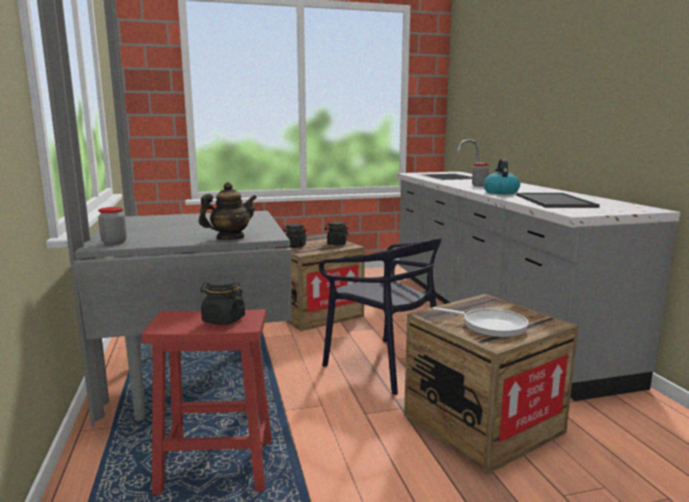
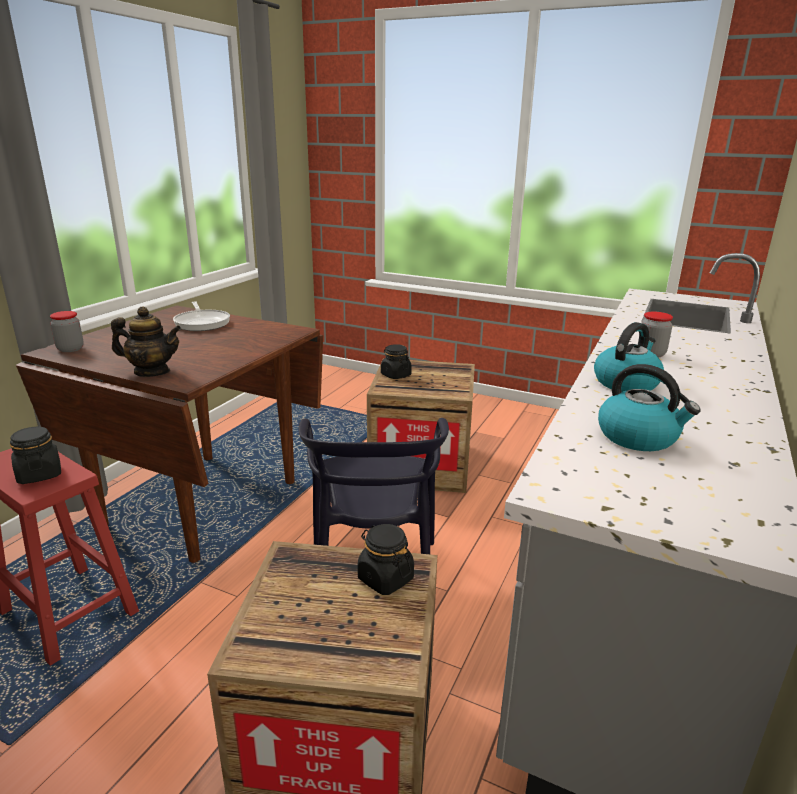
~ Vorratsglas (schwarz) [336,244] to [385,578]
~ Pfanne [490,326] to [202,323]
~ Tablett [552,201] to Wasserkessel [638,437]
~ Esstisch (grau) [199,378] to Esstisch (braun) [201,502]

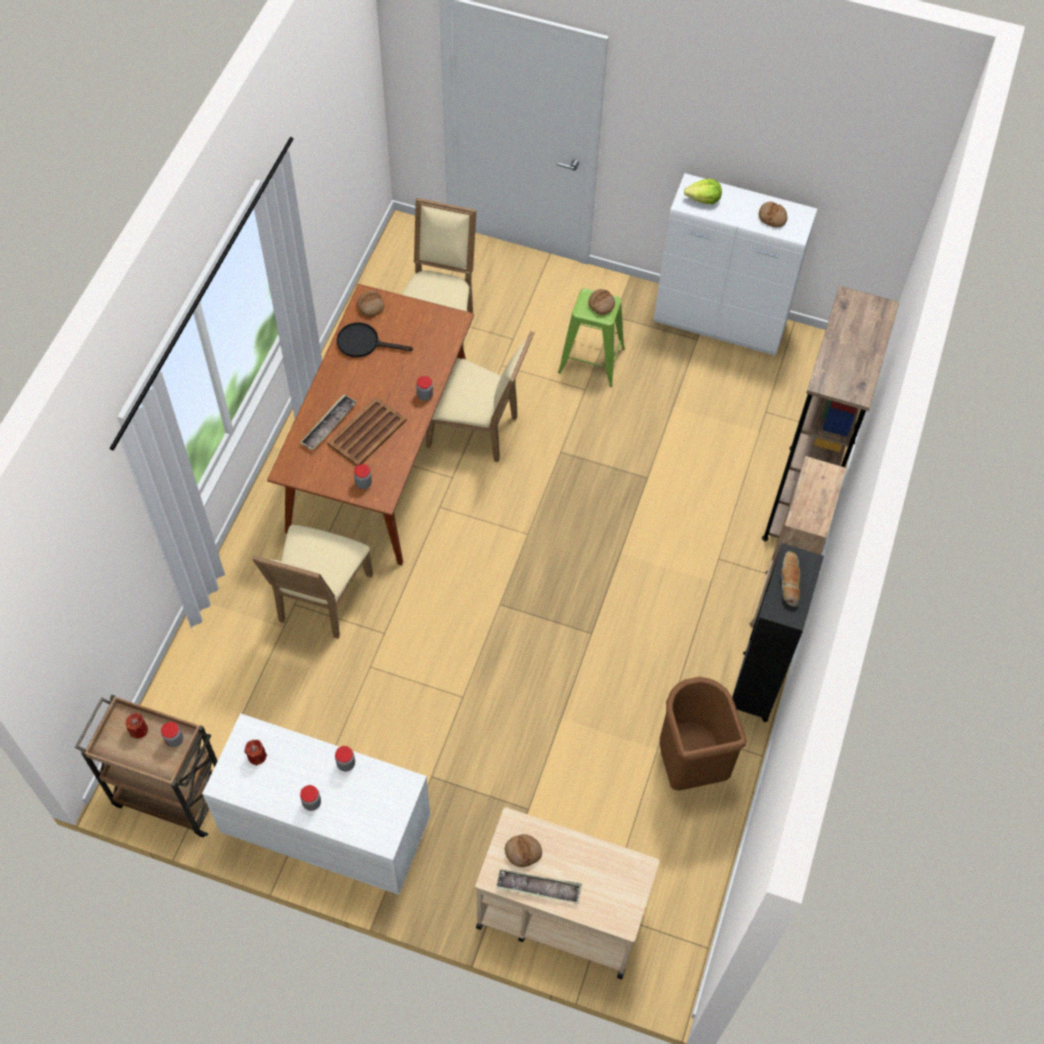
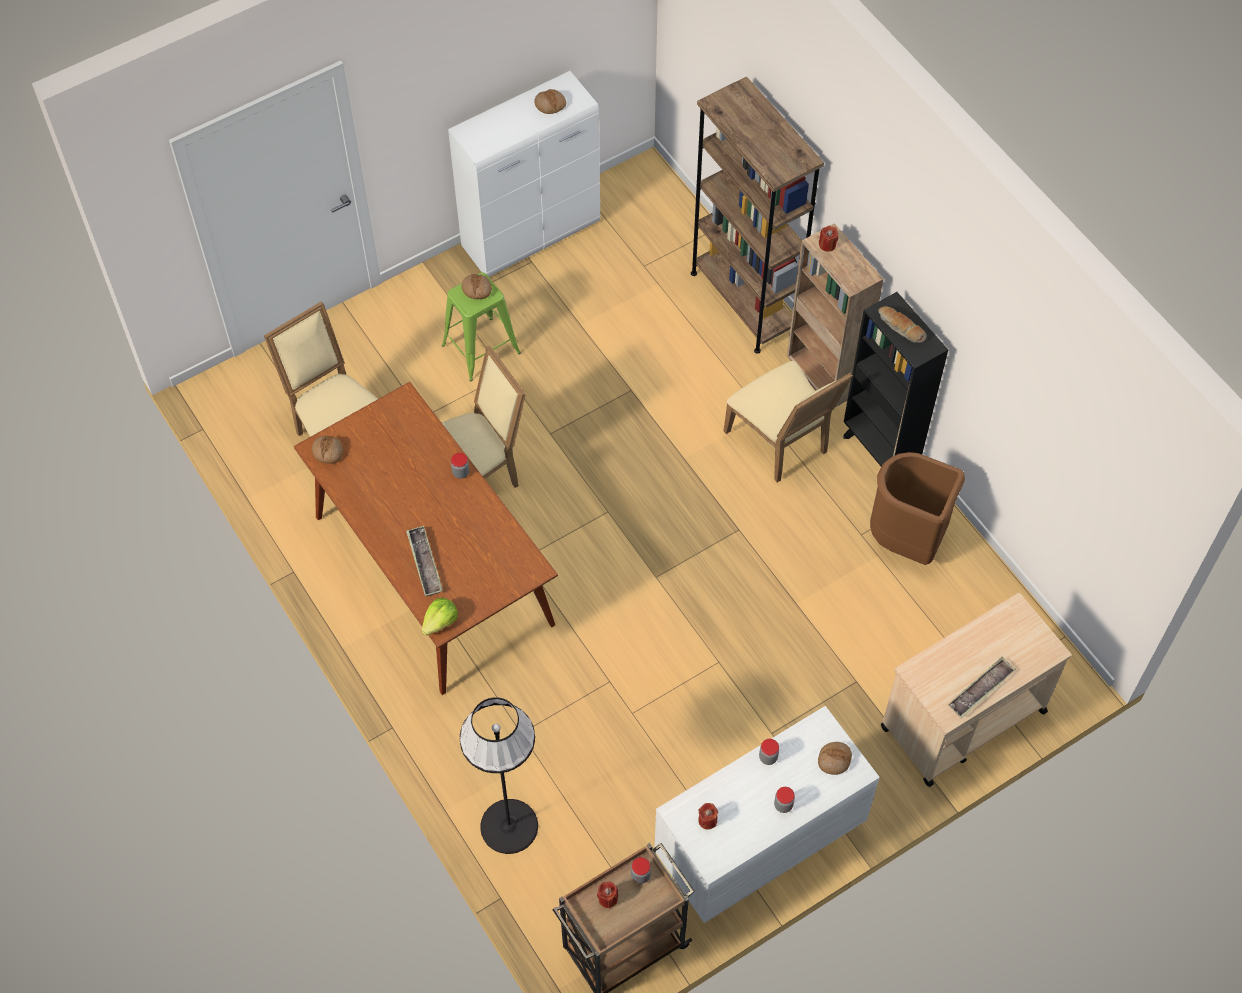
- Tablett (braun) [368,432]
- Pfanne (schwarz) [364,343]
- Vorratsglas [363,483]
+ Stehlampe (schwarz) [509,826]
+ Kerze (rot) [827,245]
~ Stuhl (beige) [320,601] to [781,444]
~ Brot [523,852] to [834,760]
~ Salatkopf [703,199] to [440,622]

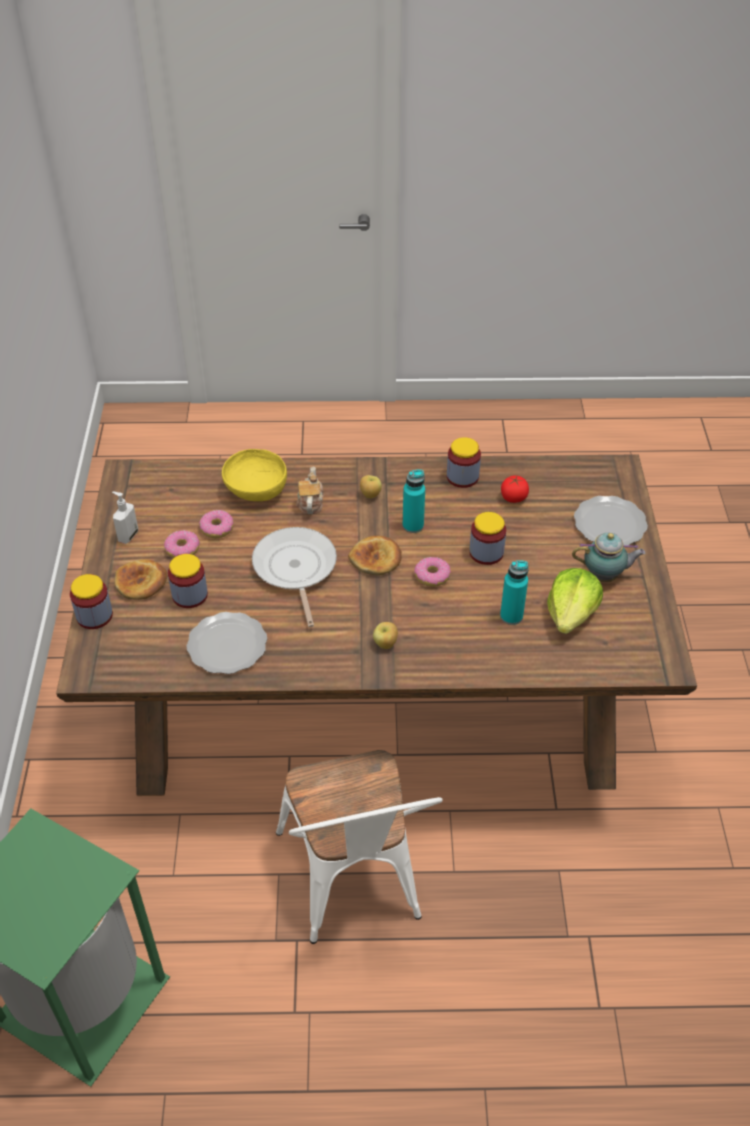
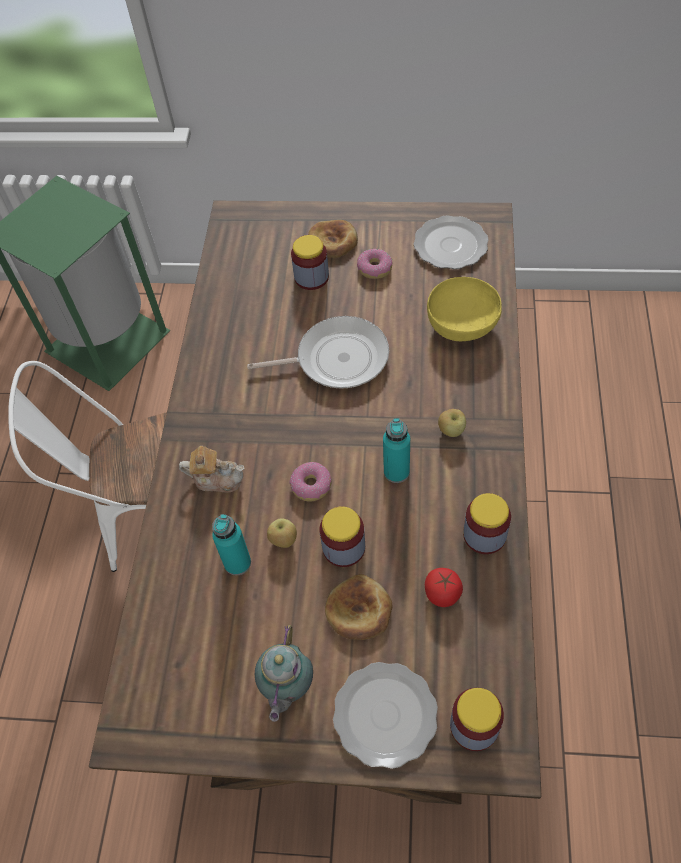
- Seifenspender [127,535]
- Donut [217,529]
- Salatkopf [571,614]
~ Vorratsglas [94,616] to [474,726]
~ Teller [226,646] to [449,244]
~ Teekanne [310,502] to [217,478]
~ Brot [376,558] to [359,610]
~ Apfel [385,644] to [283,540]

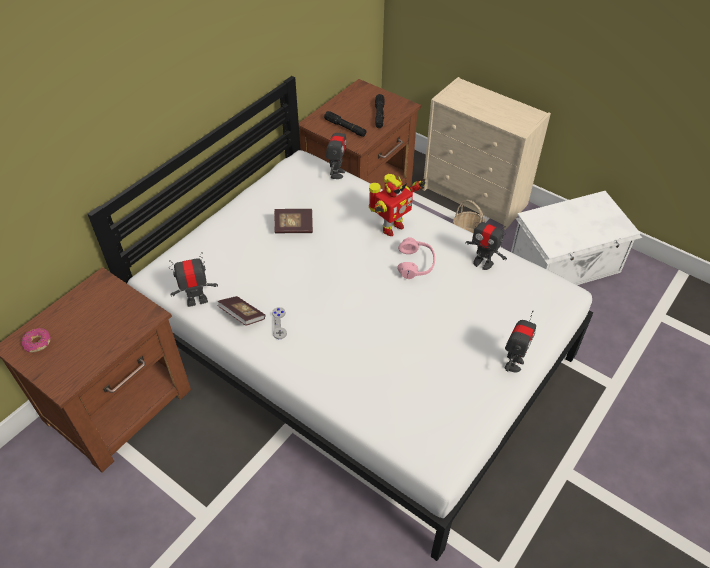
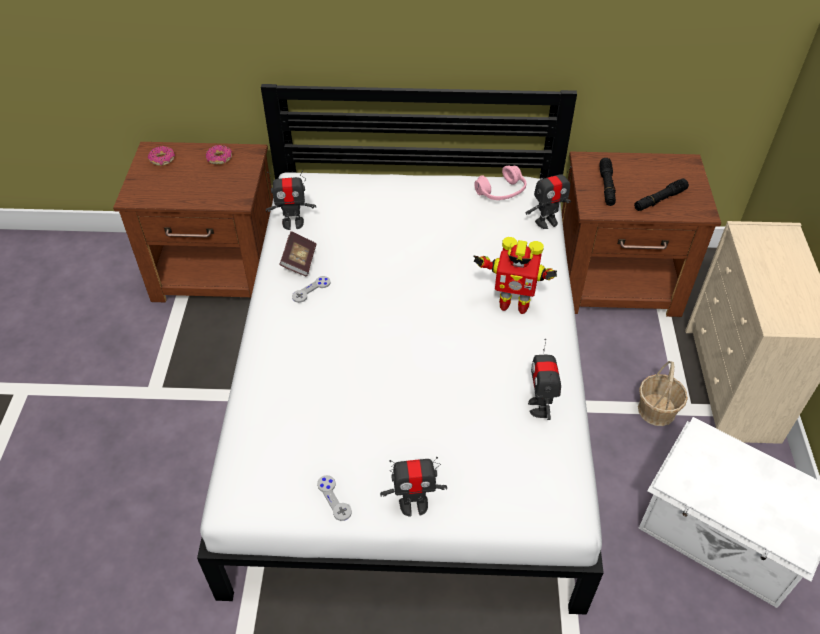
- Buch [293,227]
+ Donut [219,158]
+ Gamepad (grau) [334,498]
~ Kopfhörer (rosa) [415,264] to [501,192]
~ Spielzeugroboter [197,300] = [293,223] 135 degrees clockwise

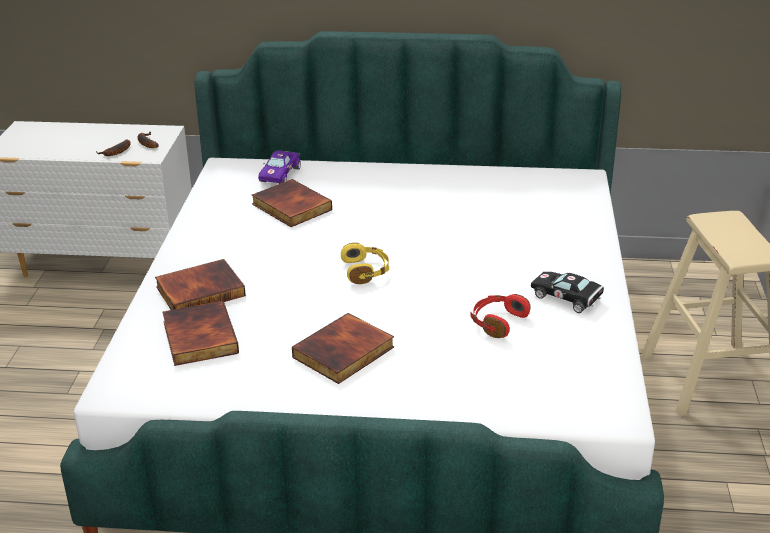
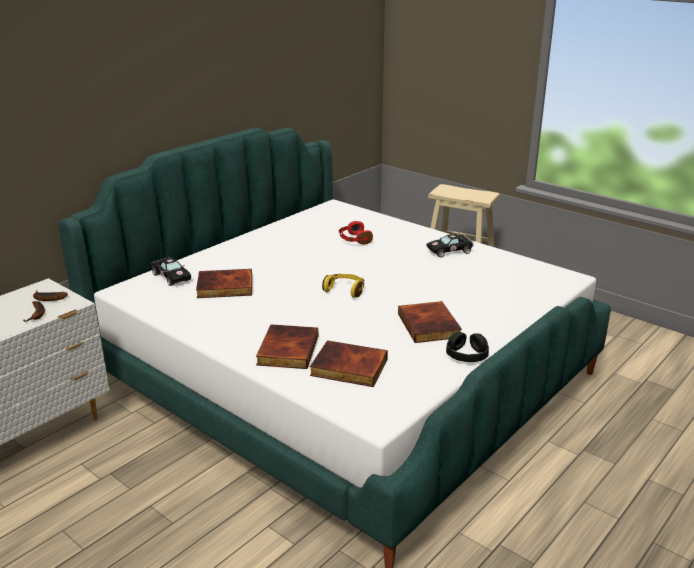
+ Kopfhörer (schwarz) [467,354]
~ Kopfhörer (rot) [497,322] to [354,239]
~ Spielzeugauto (lila) [280,174] to Spielzeugauto (schwarz) [171,276]

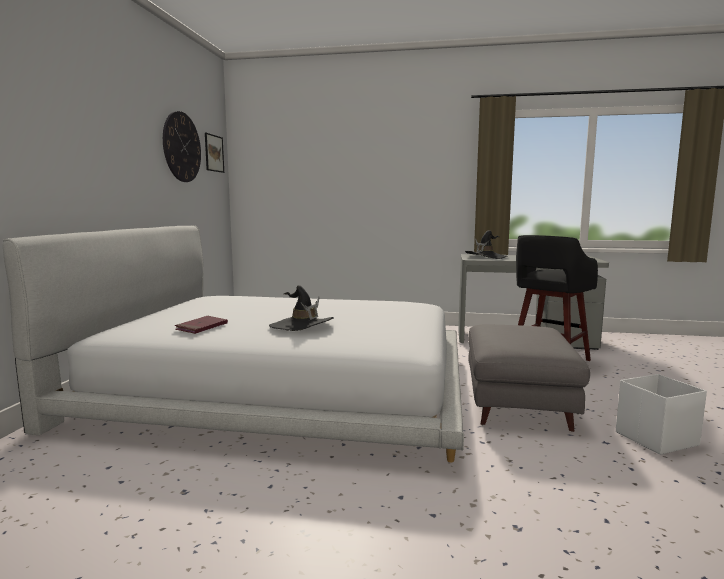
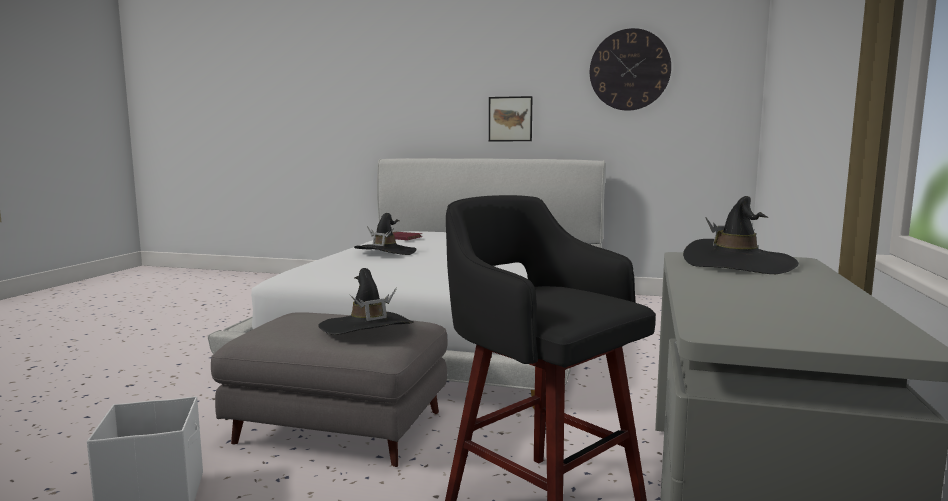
+ Hut (schwarz) [367,328]
~ Bild [214,153] to [510,119]

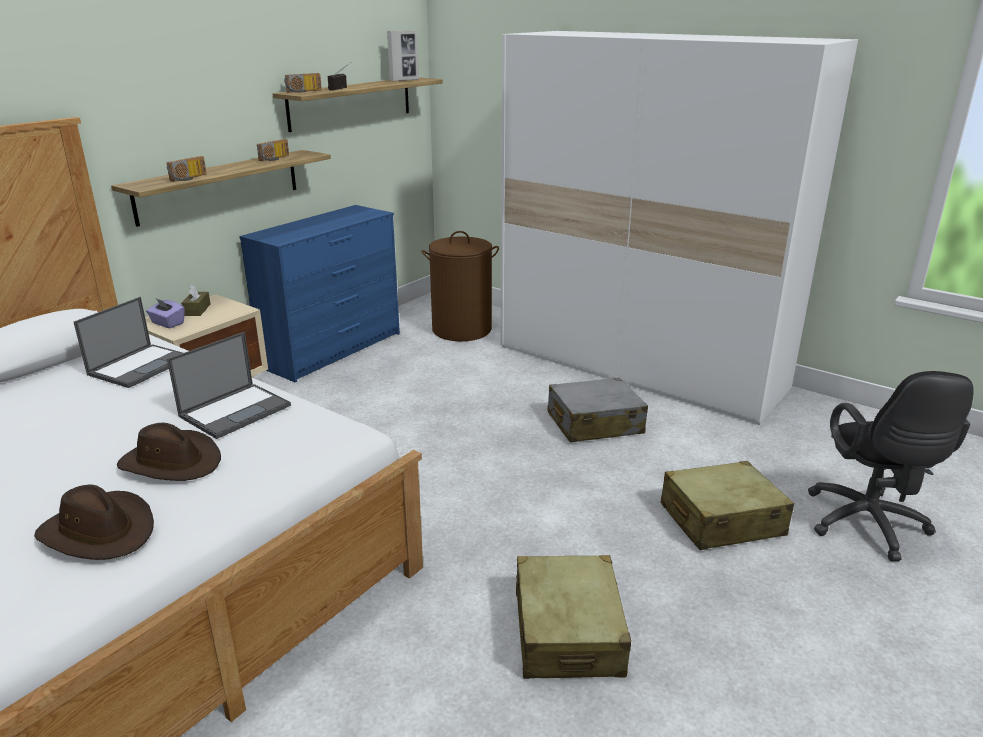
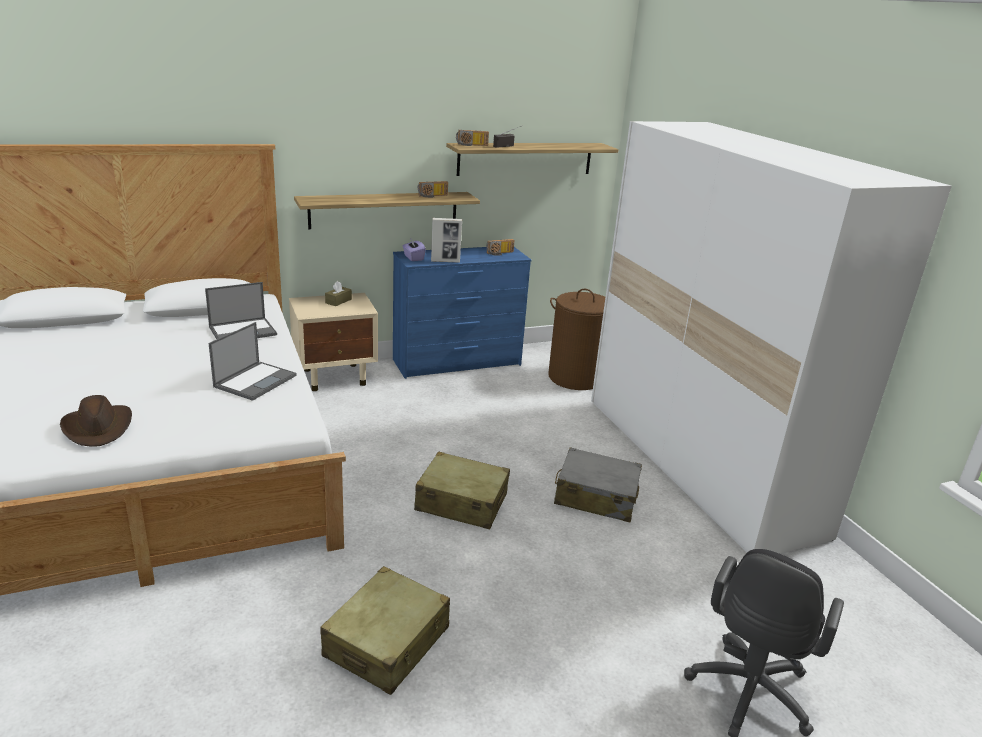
- Hut (braun) [172,462]
~ Taschentuchbox (lila) [167,323] to [413,258]
~ Radio [189,178] to [500,253]
~ Bilderrahmen [404,80] to [445,261]
~ Koffer (beige) [721,520] to [461,503]
~ Laptop [236,410] = [256,380] 45 degrees counterclockwise

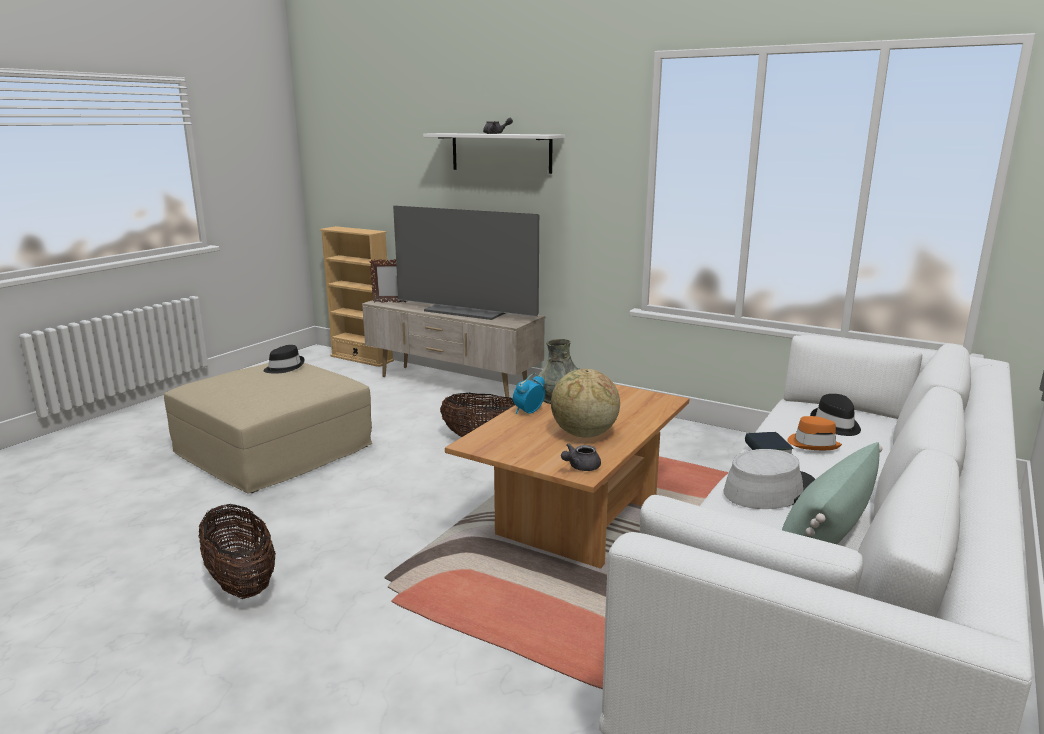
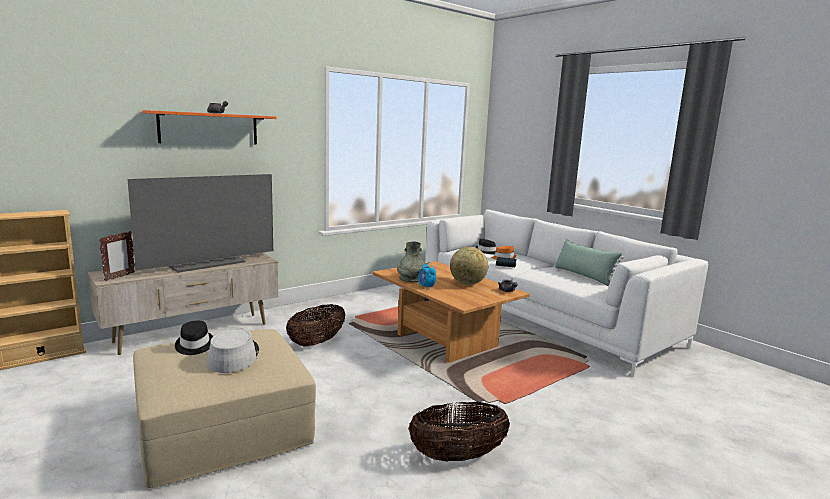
~ Hut (grau) [769,490] to [233,356]
~ Wandregal (weiß) [501,152] to Wandregal (orange) [209,128]

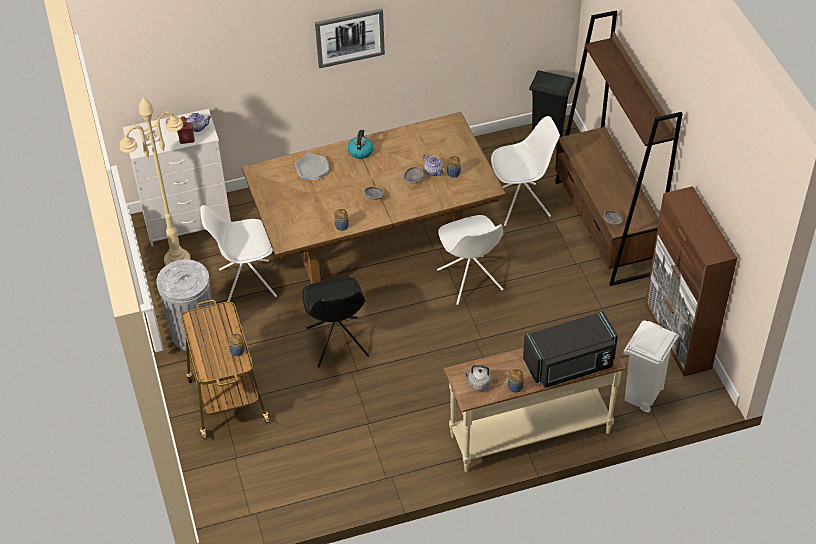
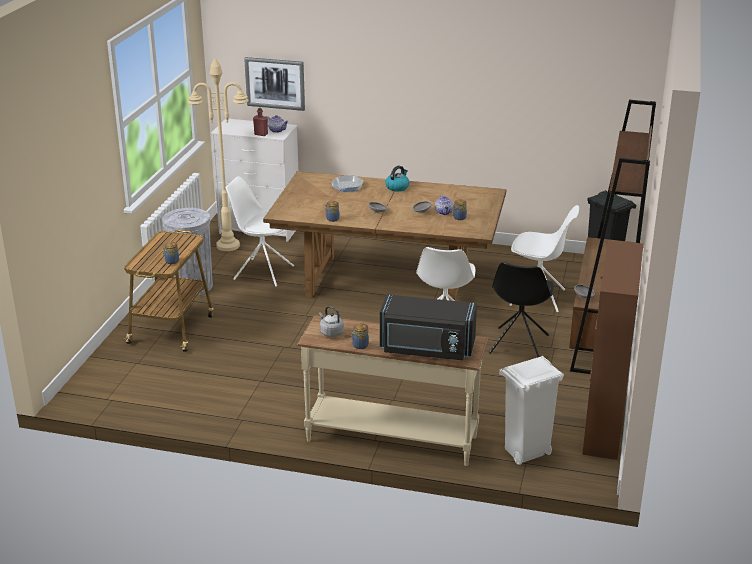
~ Stuhl (schwarz) [337,343] to [518,345]
~ Bild [350,37] to [275,83]

